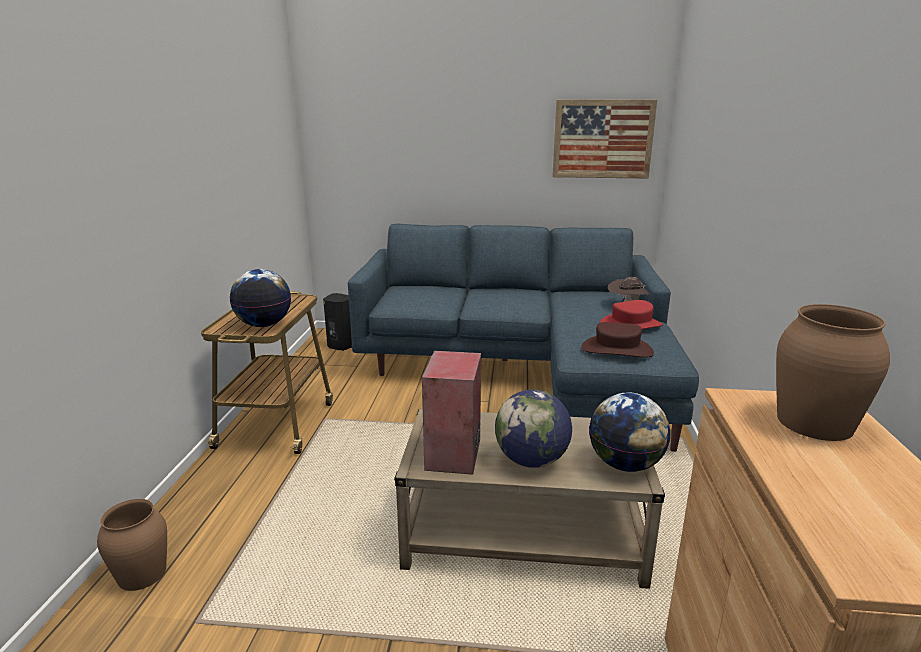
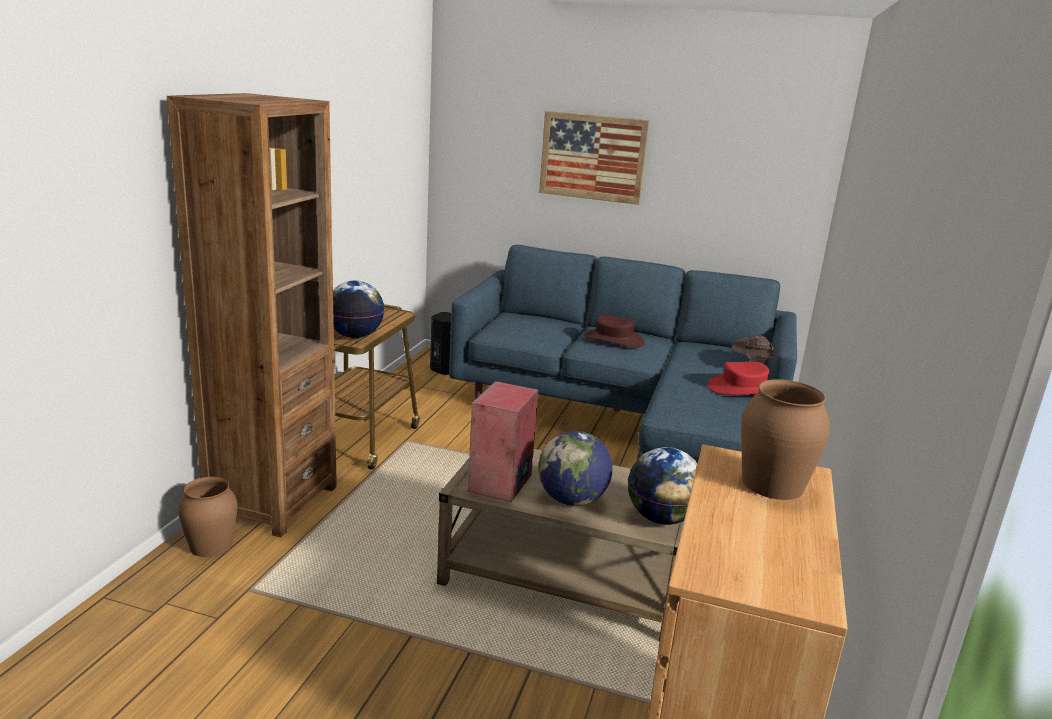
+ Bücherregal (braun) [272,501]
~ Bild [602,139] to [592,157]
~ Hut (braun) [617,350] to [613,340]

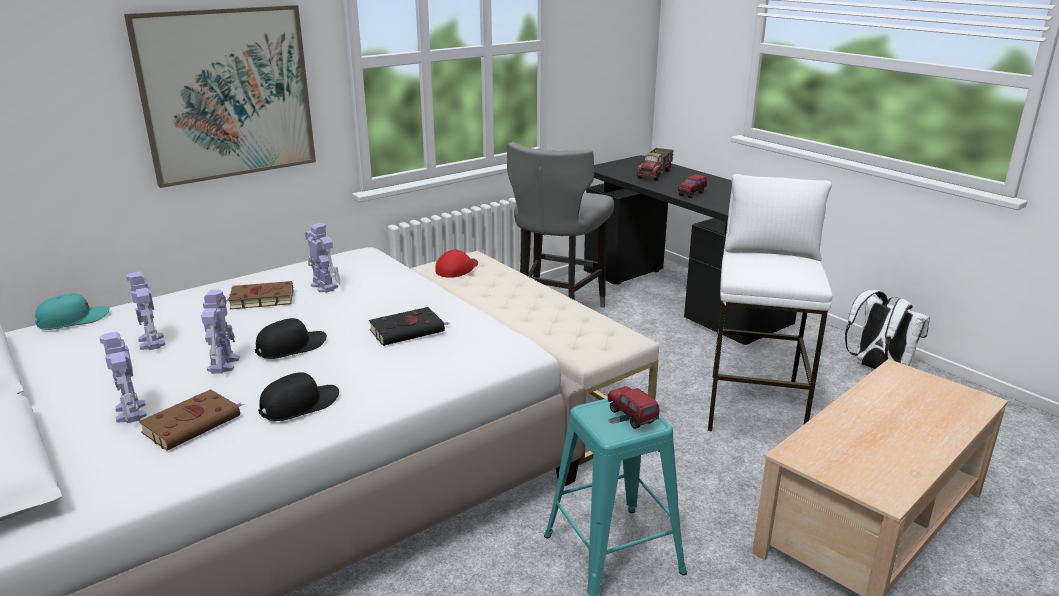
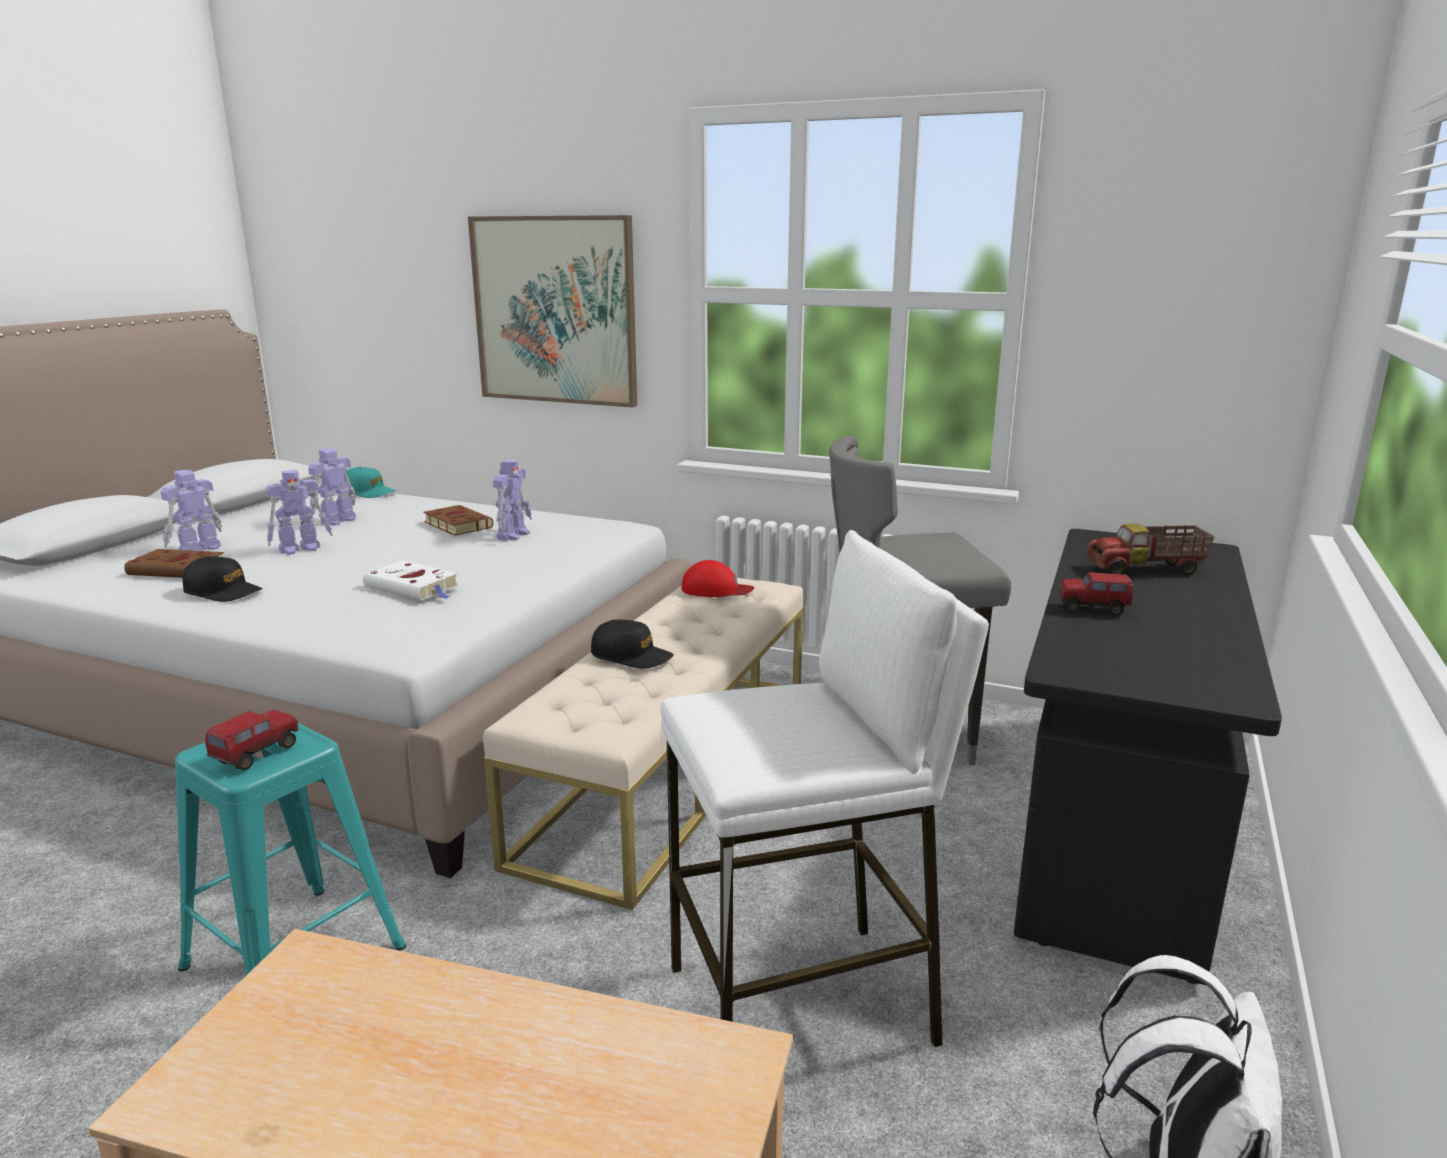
~ Kappe (schwarz) [291,347] to [631,656]
~ Buch (schwarz) [409,330] to Buch (weiß) [414,587]

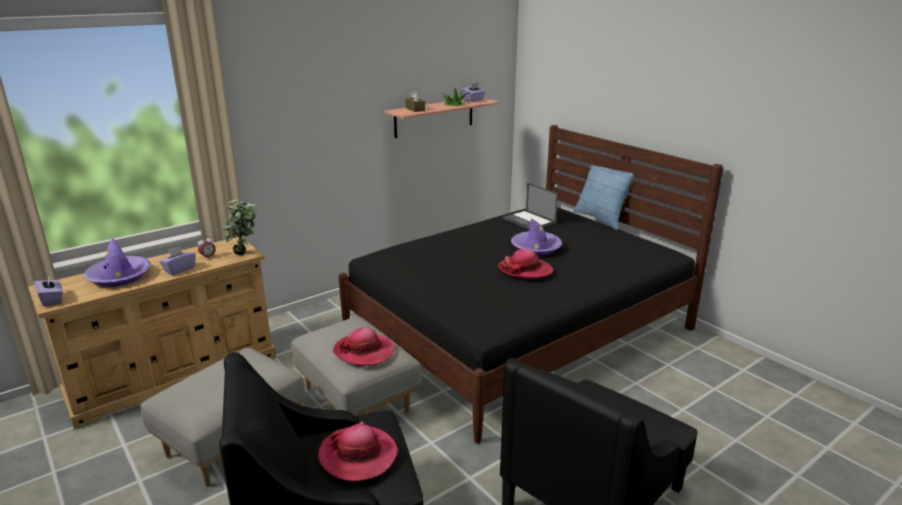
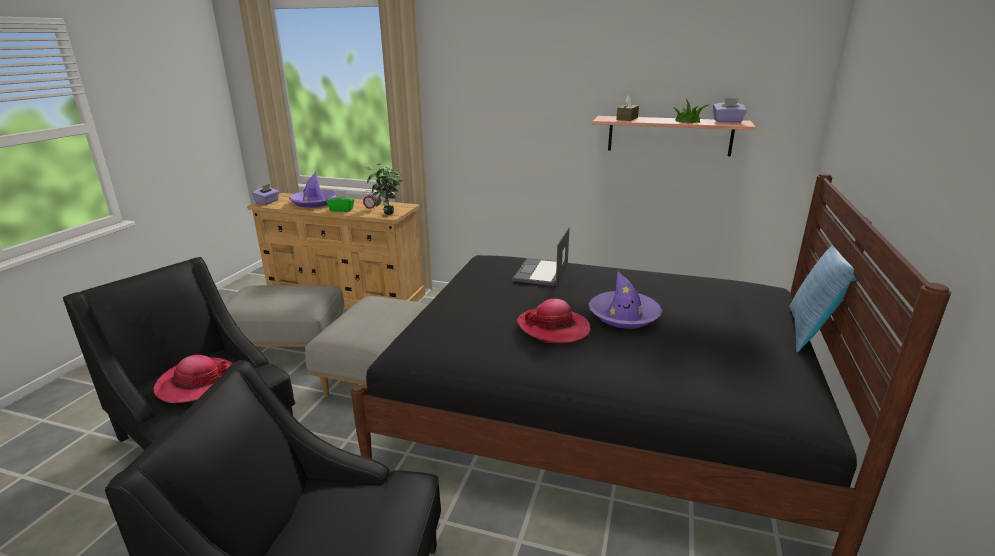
- Hut [364,351]
~ Laptop [529,221] to [541,273]
~ Taschentuchbox (lila) [179,269] to Taschentuchbox (grün) [341,210]

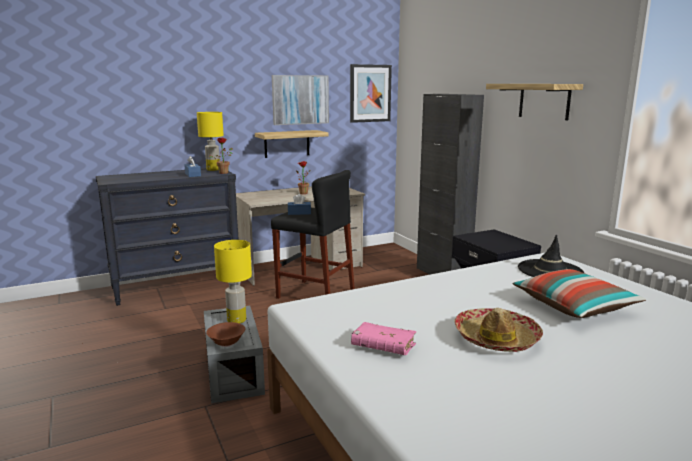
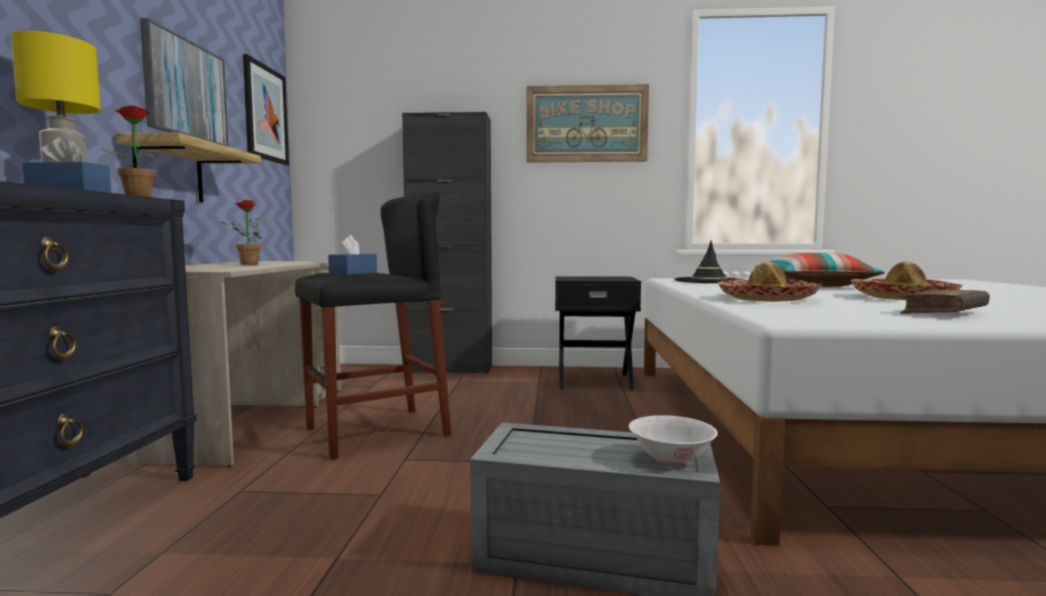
- Tischlampe (gelb) [237,320]
+ Hut [767,299]
~ Wandregal [544,101] to Bild [586,124]
~ Schüssel (braun) [227,343] to Schüssel (weiß) [671,459]
~ Buch (rosa) [383,346] to Buch (braun) [943,313]

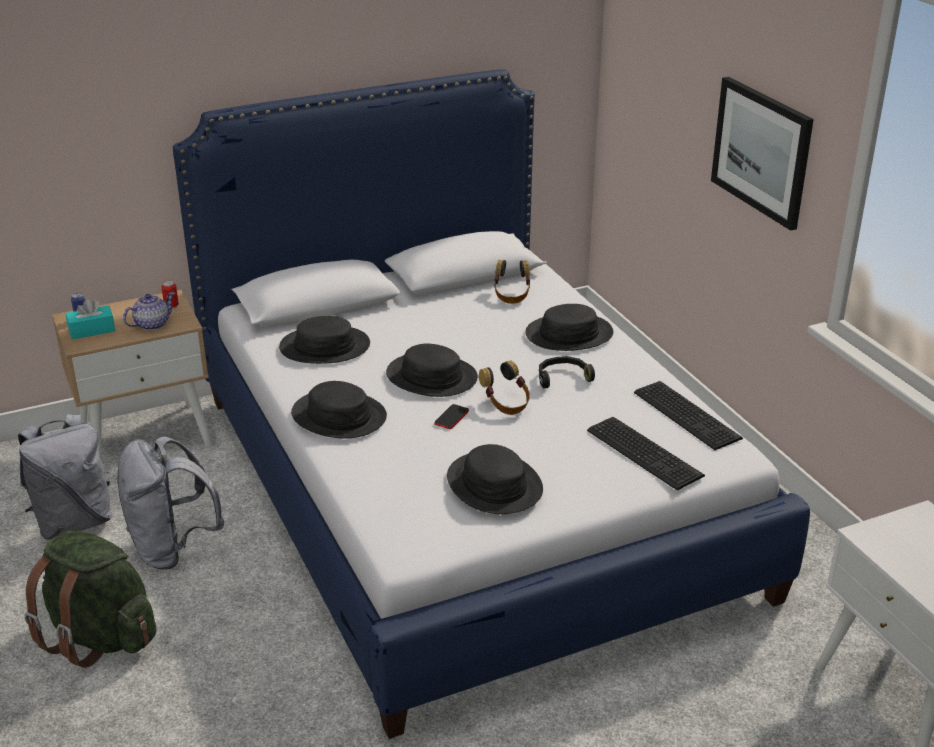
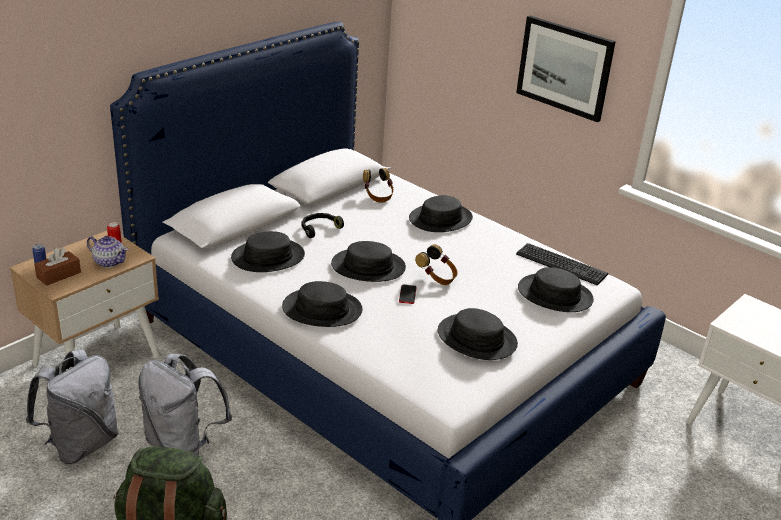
~ Kopfhörer (schwarz) [562,377] to [319,228]
~ Tastatur [644,451] to Hut (schwarz) [555,294]
~ Taschentuchbox (türkis) [92,330] to Taschentuchbox (braun) [58,275]
~ Teekanne [151,324] = [109,262] 90 degrees clockwise

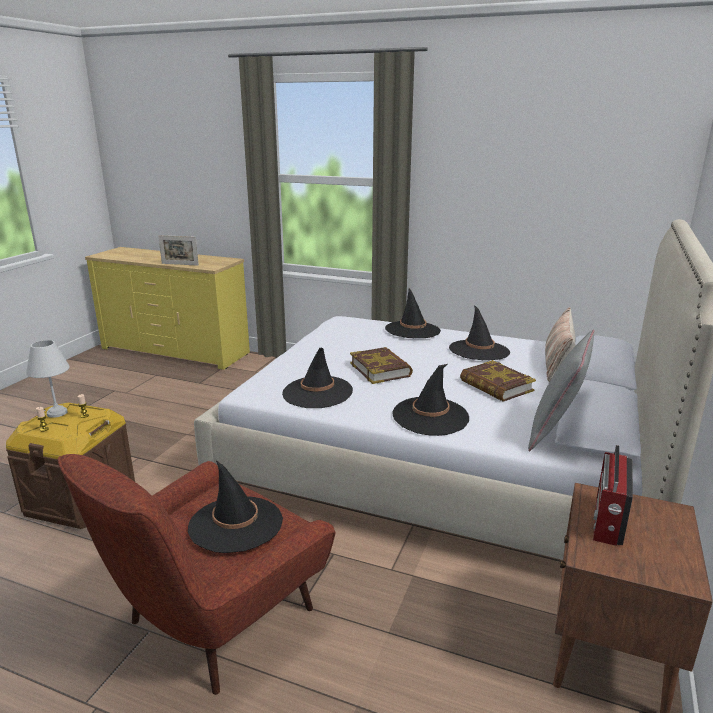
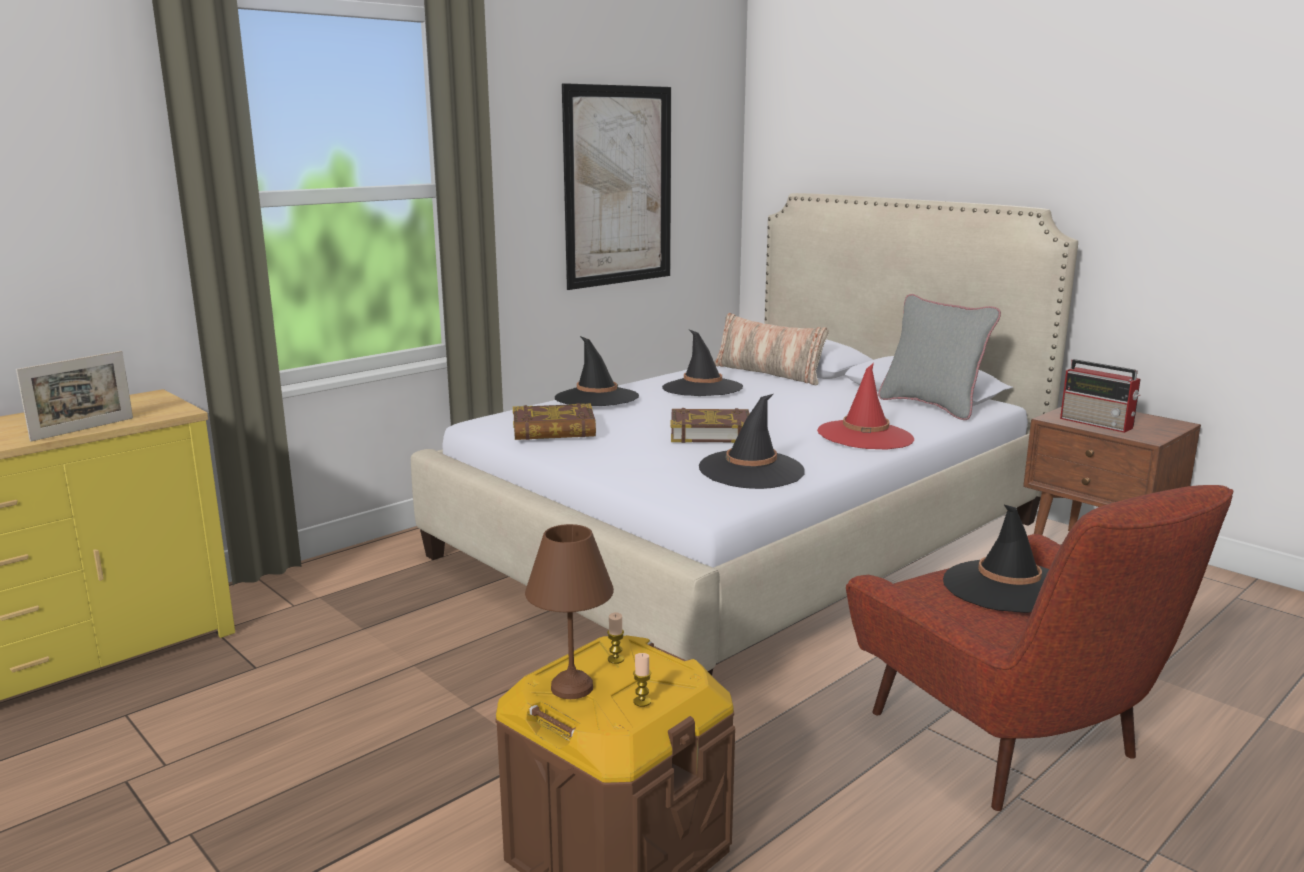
+ Bild [619,186]
~ Buch [496,386] to [554,430]
~ Tischlampe (weiß) [57,412] to Tischlampe (braun) [570,688]
~ Hut (schwarz) [430,416] to Hut (rot) [865,436]

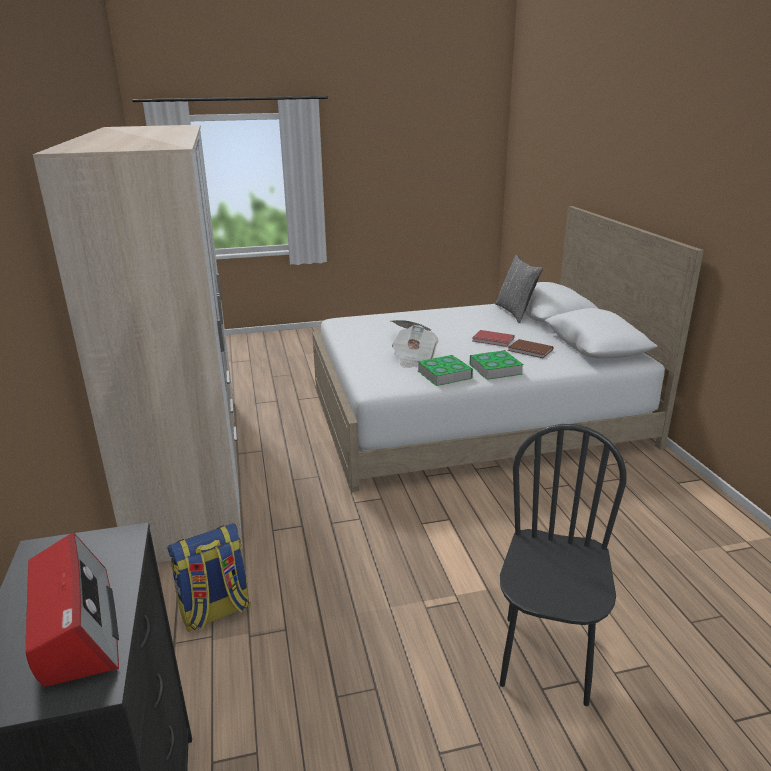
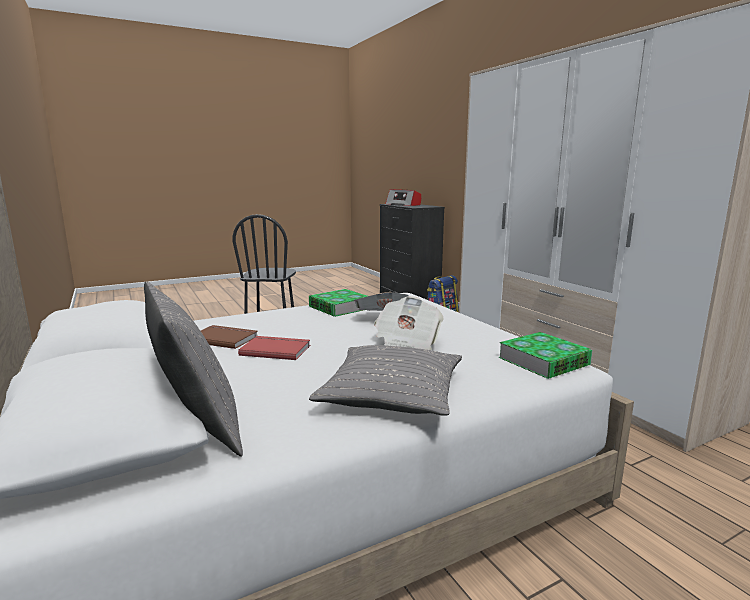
+ Kissen (grau) [391,394]
~ Buch [495,369] to [543,361]

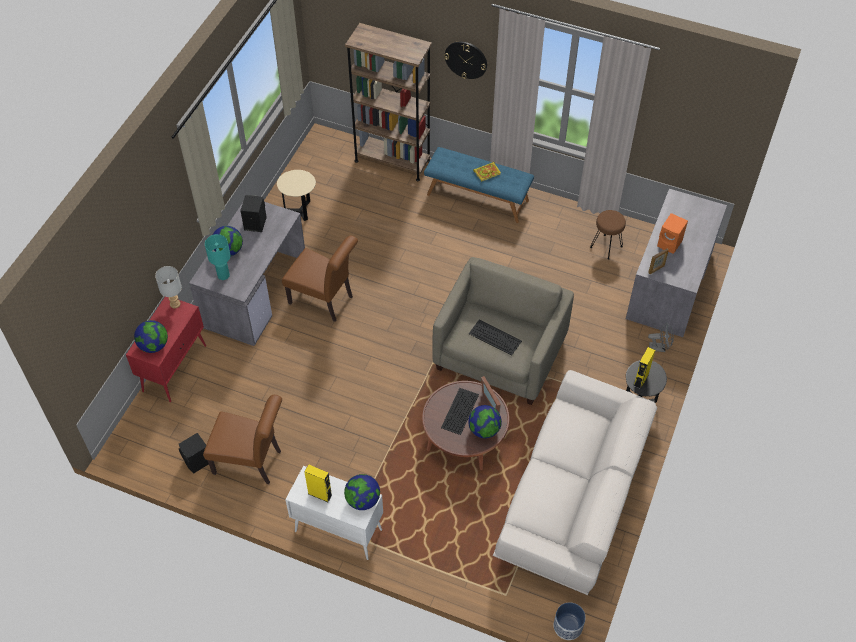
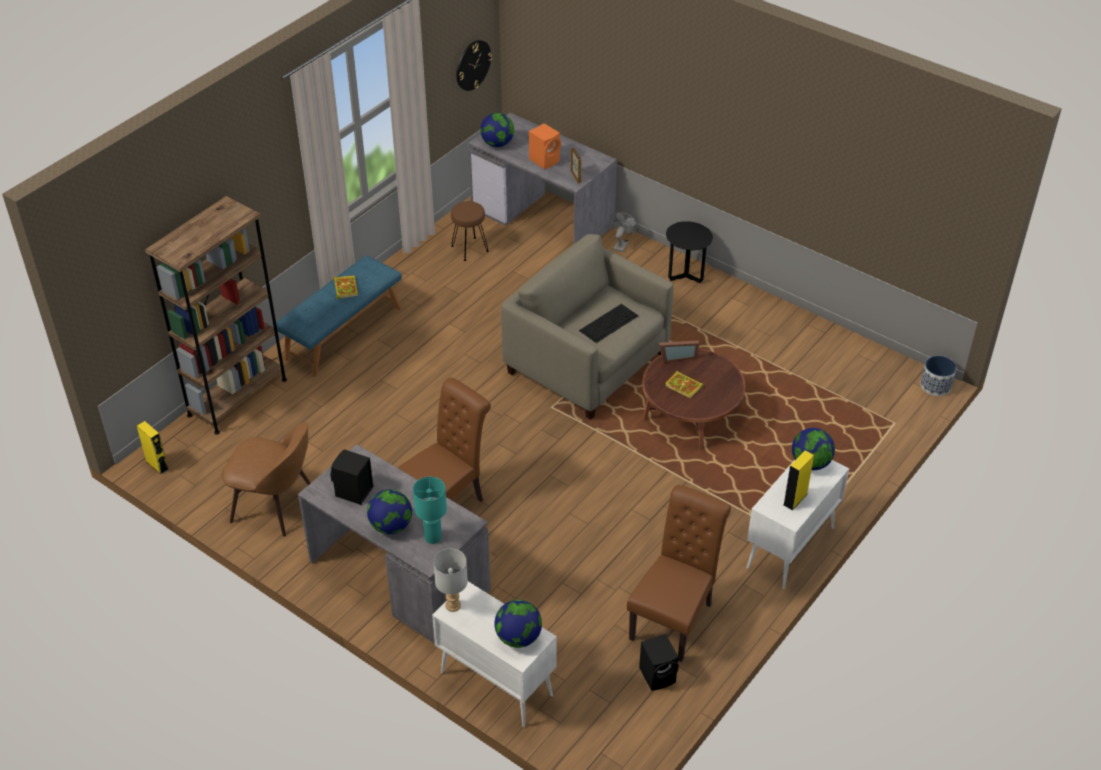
- Sofa (weiß) [573,497]
~ Wanduhr [466,59] to [473,65]
~ Globus [484,430] to [497,144]
~ Lautsprecher (gelb) [641,379] to [157,465]
~ Beistelltisch (beige) [300,211] to Stuhl (braun) [275,505]
~ Tastatur [460,411] to Buch [684,386]
~ Schrank (rot) [175,367] to Schrank (weiß) [495,683]

